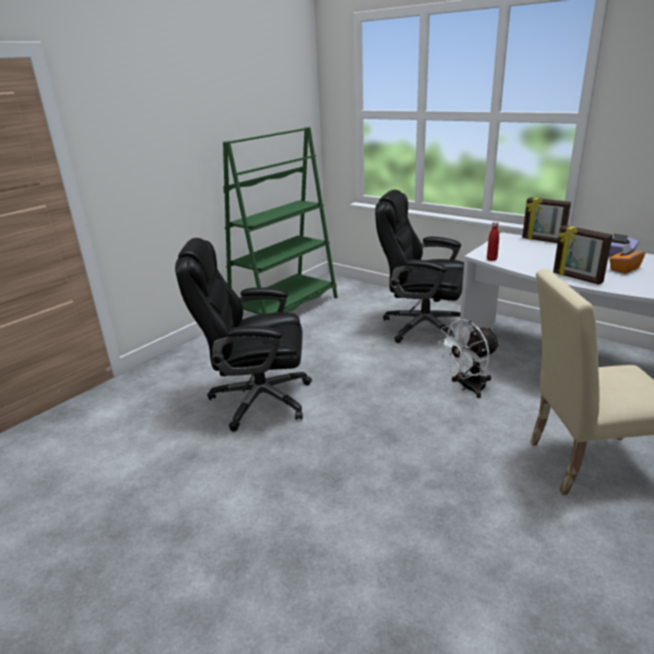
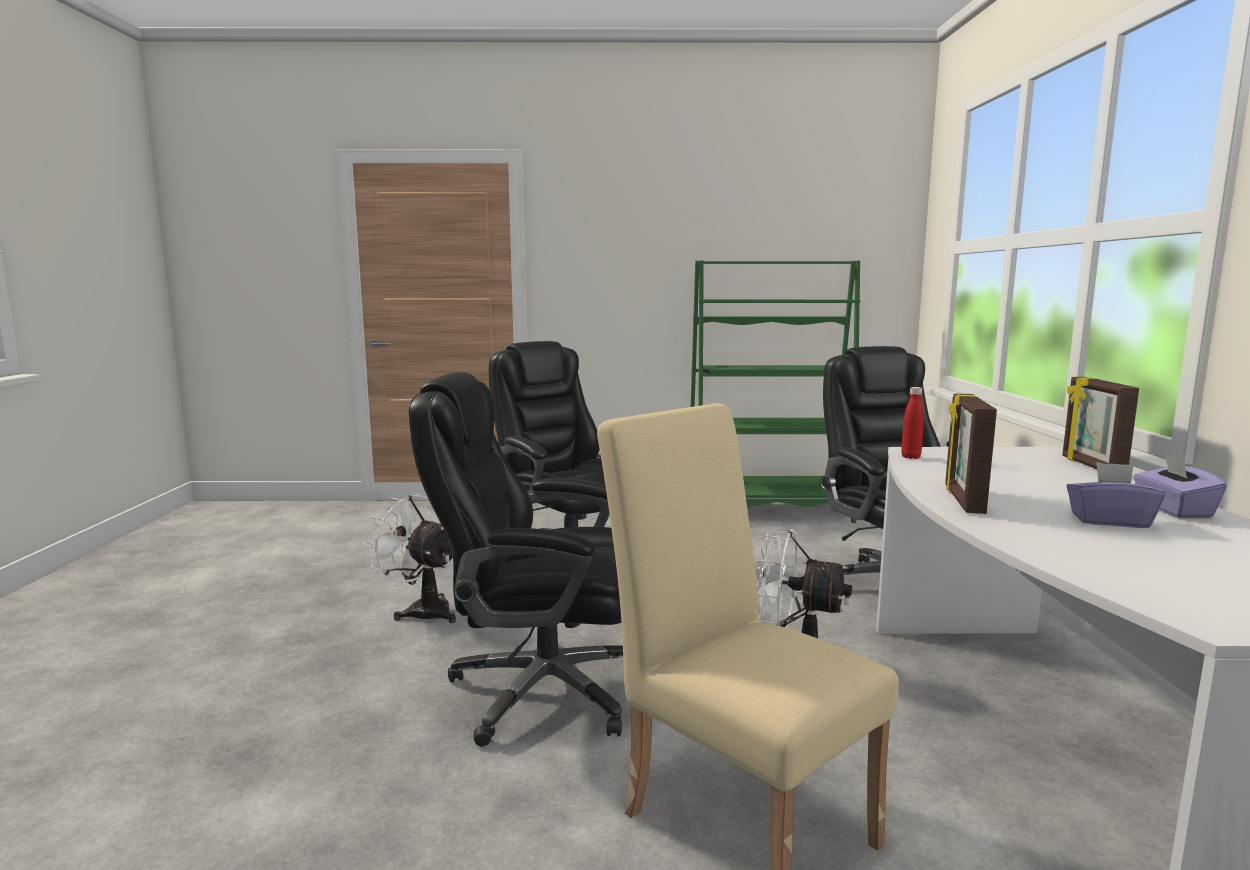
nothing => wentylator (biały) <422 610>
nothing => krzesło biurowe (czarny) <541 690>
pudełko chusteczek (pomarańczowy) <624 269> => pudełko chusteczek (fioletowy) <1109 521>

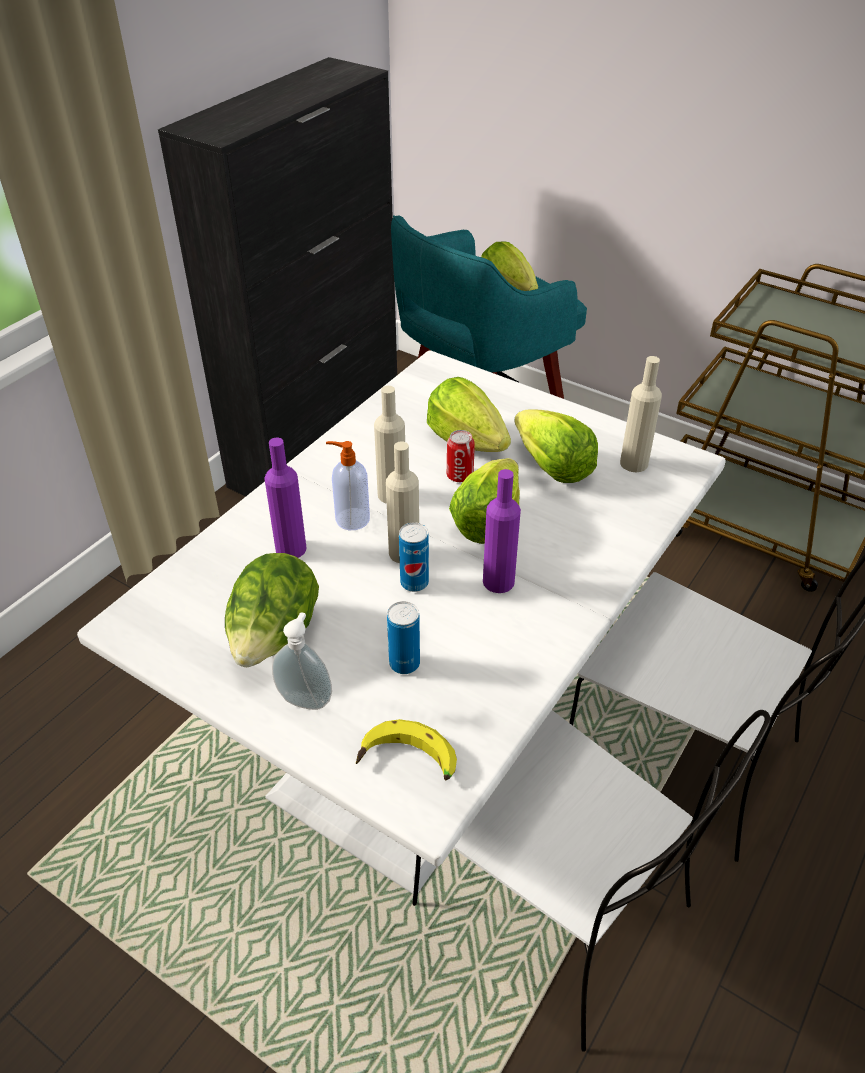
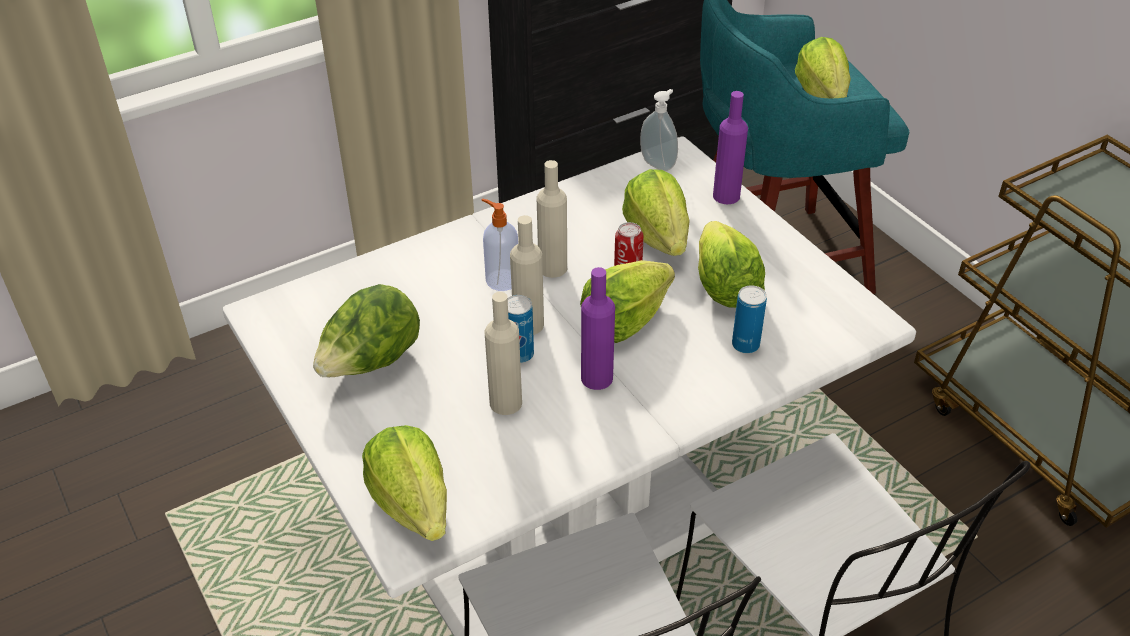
butelka (fioletowy) <291 548> => butelka (fioletowy) <726 196>, move
dozownik mydła <306 698> => dozownik mydła <659 163>, move
puszka <404 663> => puszka <745 345>, move
butelka (beżowy) <634 463> => butelka (beżowy) <505 402>, move
banan <407 763> => sałata <413 504>

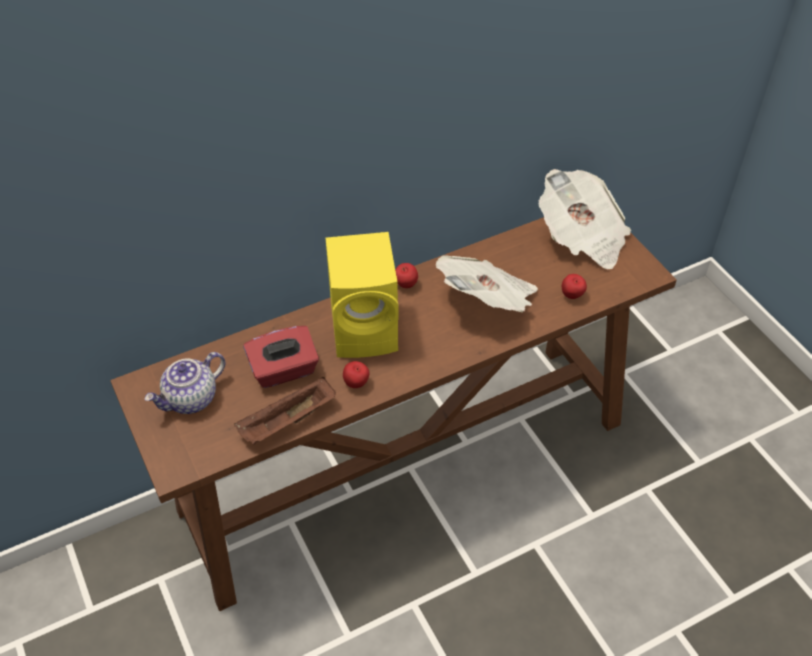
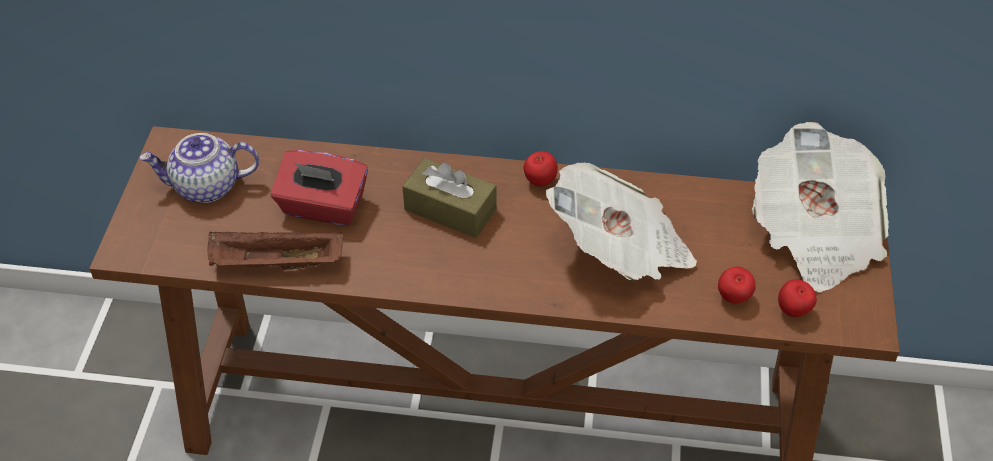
jabłko <356 384> => jabłko <793 311>, move
głośnik (żółty) <367 330> => pudełko chusteczek (brązowy) <450 209>

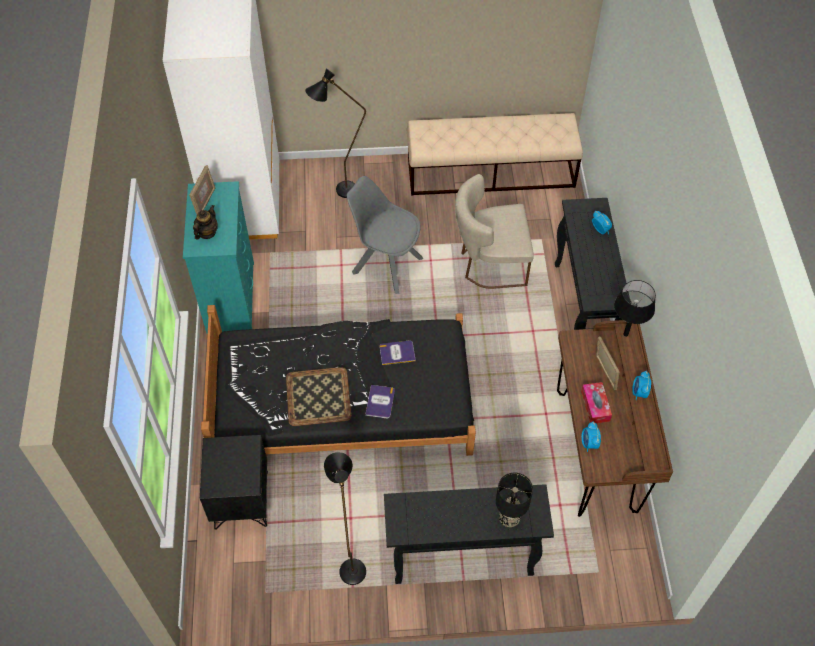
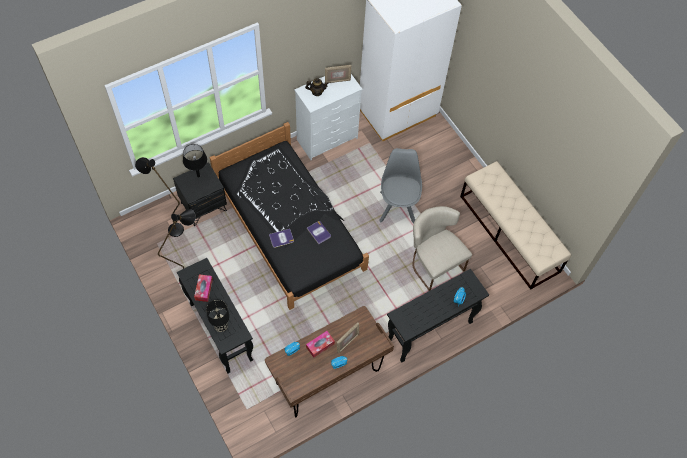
taca <317 397> => nothing
nothing => pudełko chusteczek <204 289>
lampa stojąca (czarny) <339 193> => lampa stojąca (czarny) <171 227>, move
lampa stołowa (czarny) <625 334> => lampa stołowa (czarny) <198 176>, move
komoda (turkusowy) <231 297> => komoda (biały) <328 139>

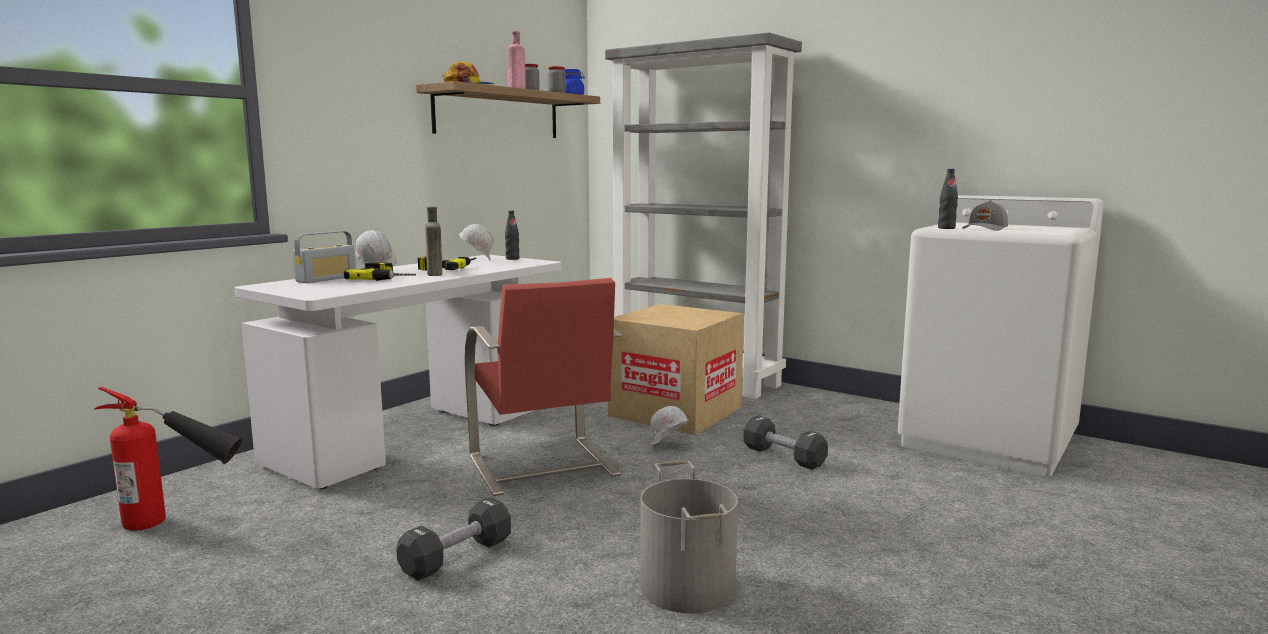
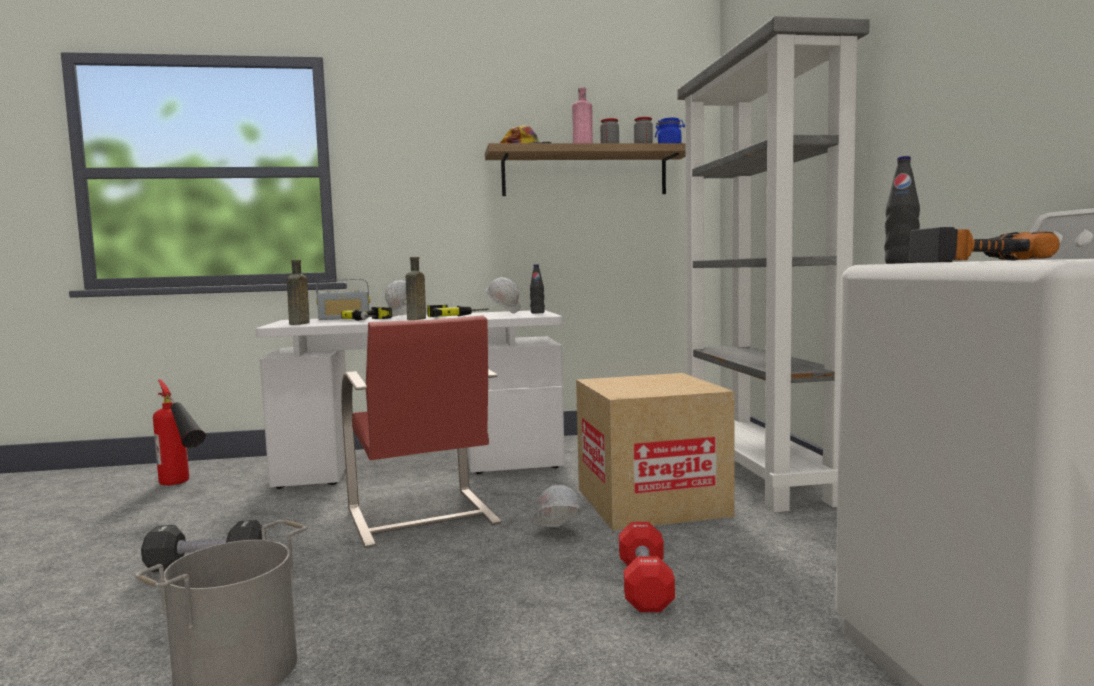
nothing => butelka (brązowy) <298 324>
czapka z daszkiem (szary) <985 229> => wiertarka <972 261>
hantel (czarny) <783 457> => hantel (czerwony) <644 585>
krzesło (czerwony) <543 467> => krzesło (czerwony) <422 517>, 45 degrees counterclockwise

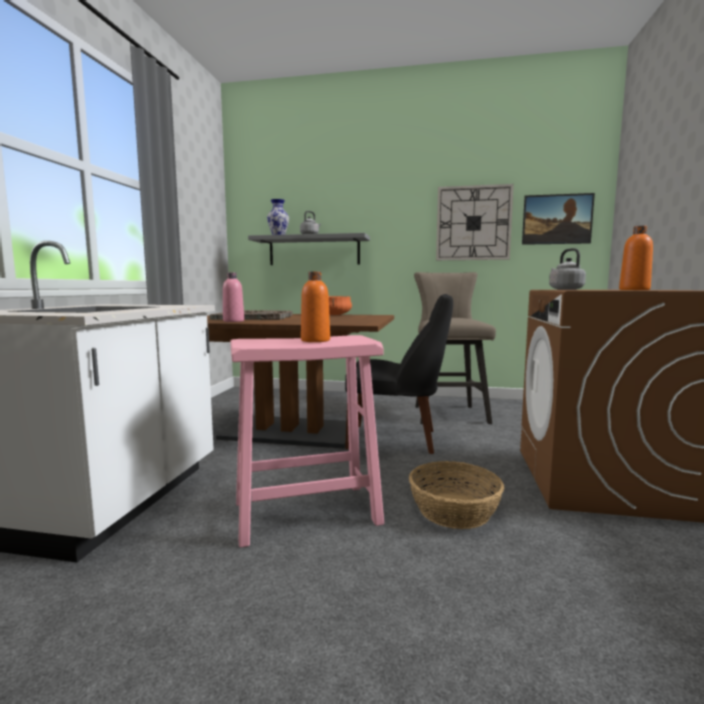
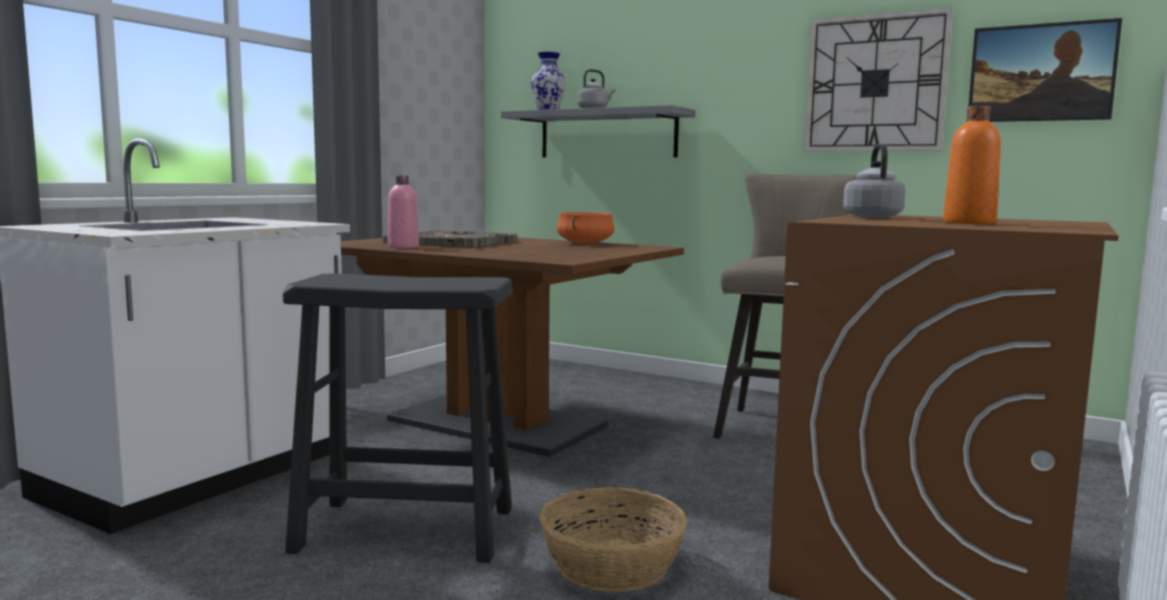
butelka (pomarańczowy) <315 340> => nothing
krzesło (czarny) <397 439> => nothing
stołek (różowy) <305 512> => stołek (czarny) <405 529>

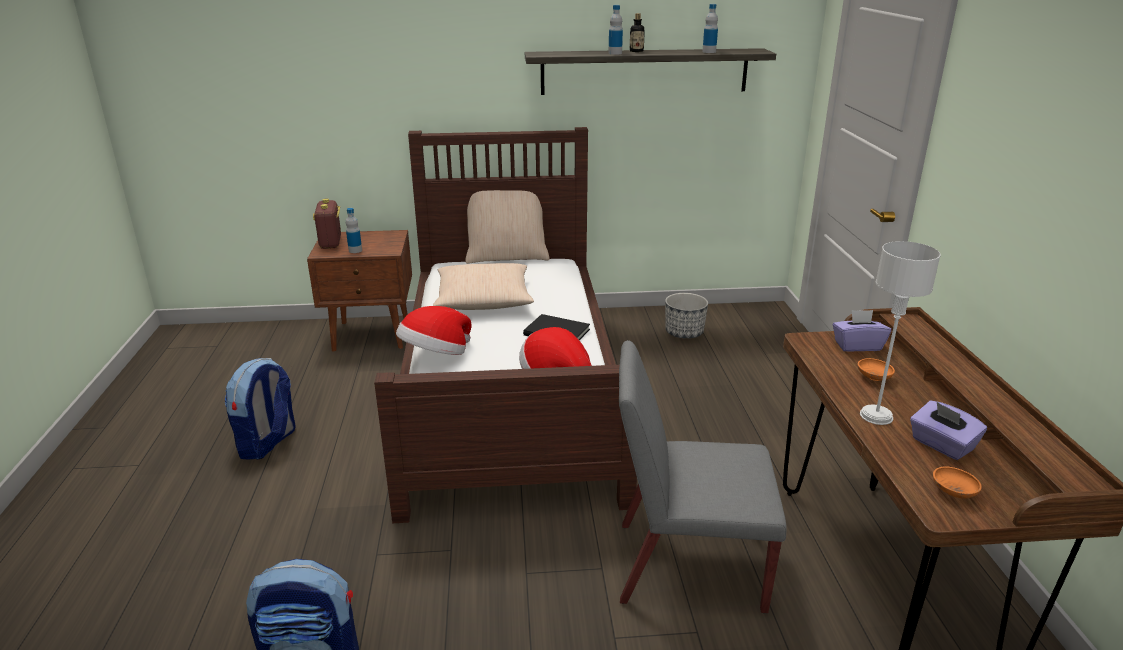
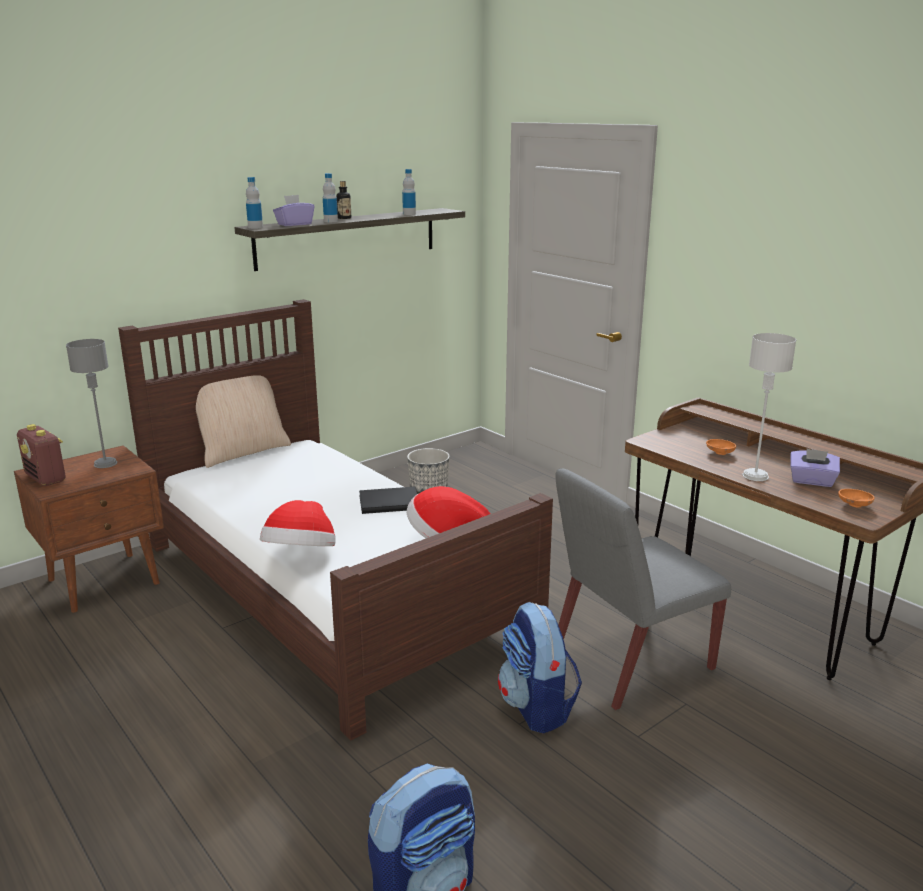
poduszka (beżowy) <483 300> => nothing
nothing => lampa stołowa (szary) <105 463>
plecak <268 443> => plecak <537 707>, move
butelka <355 250> => butelka <255 227>, move
pudełko chusteczek (fioletowy) <857 346> => pudełko chusteczek (fioletowy) <294 224>, move

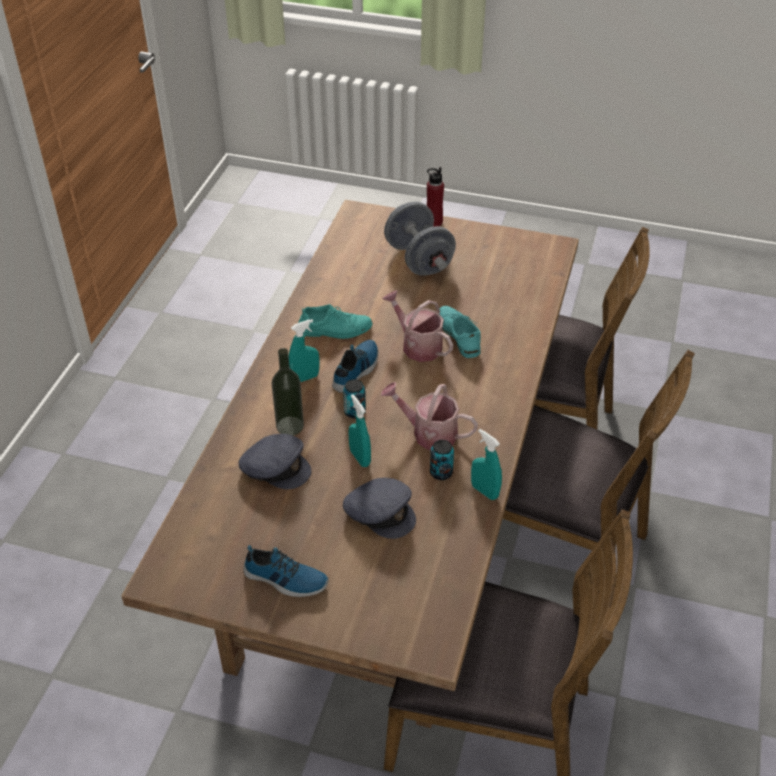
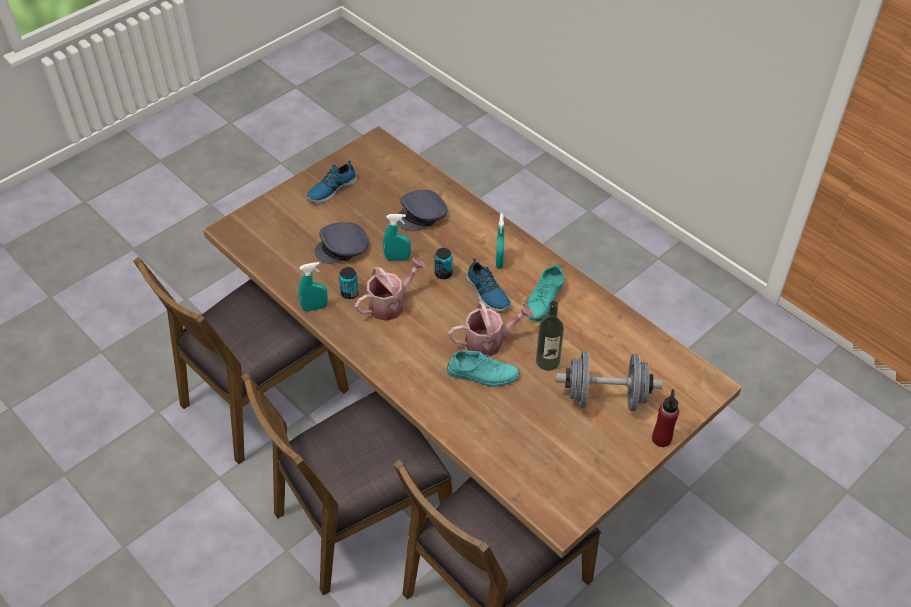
butelka <290 426> => butelka <547 361>, move

